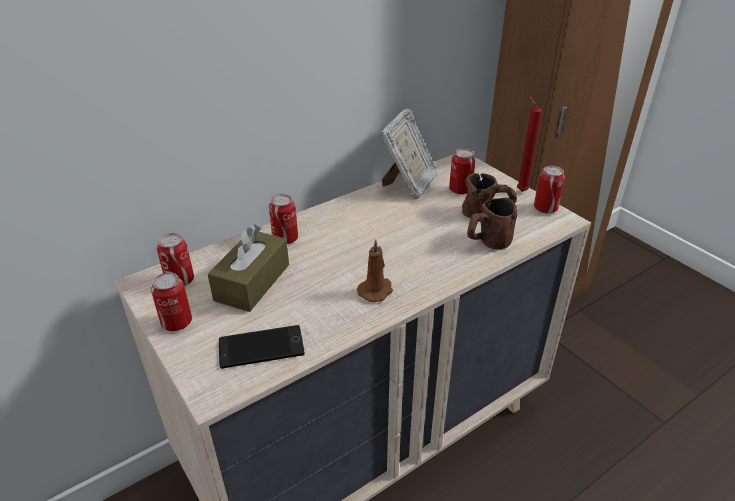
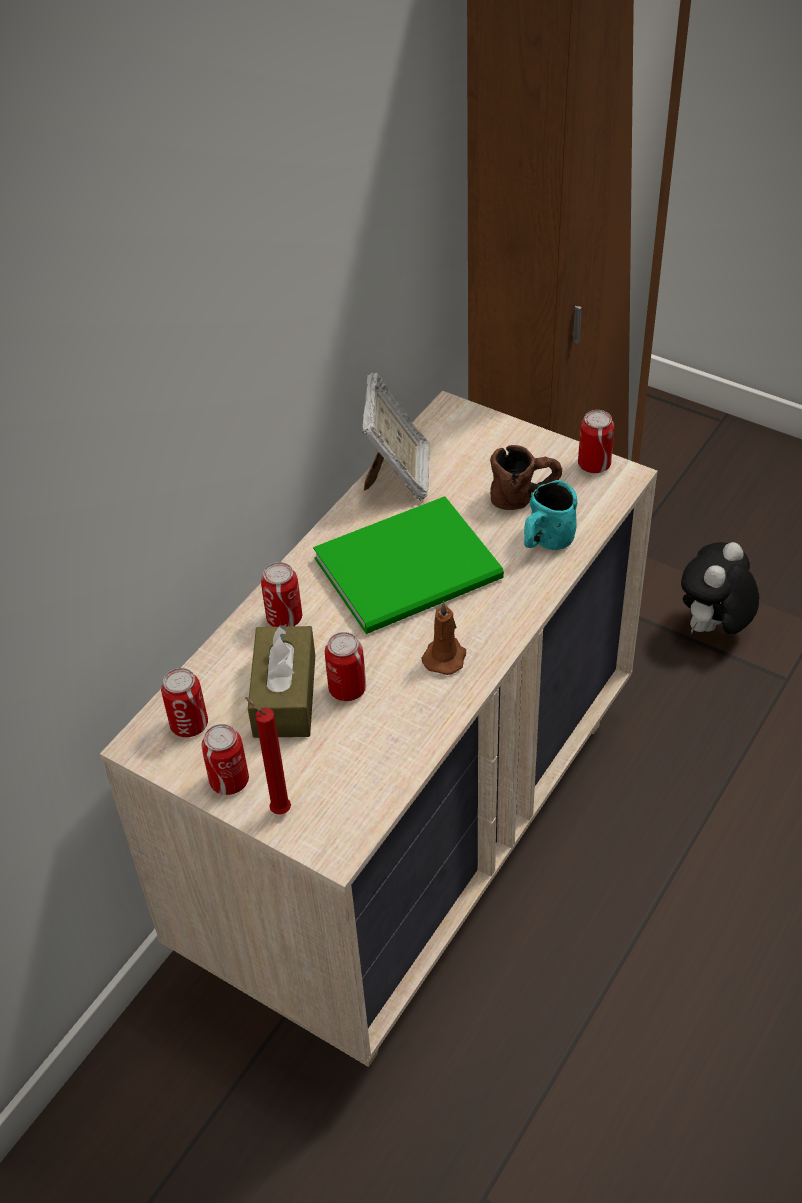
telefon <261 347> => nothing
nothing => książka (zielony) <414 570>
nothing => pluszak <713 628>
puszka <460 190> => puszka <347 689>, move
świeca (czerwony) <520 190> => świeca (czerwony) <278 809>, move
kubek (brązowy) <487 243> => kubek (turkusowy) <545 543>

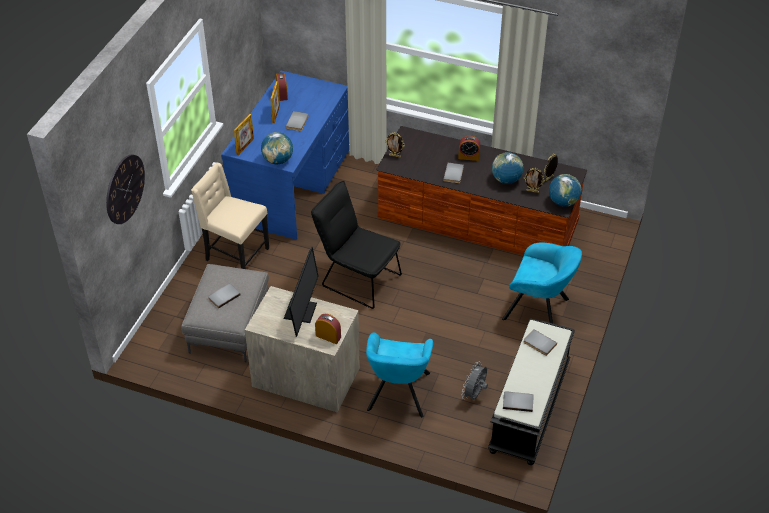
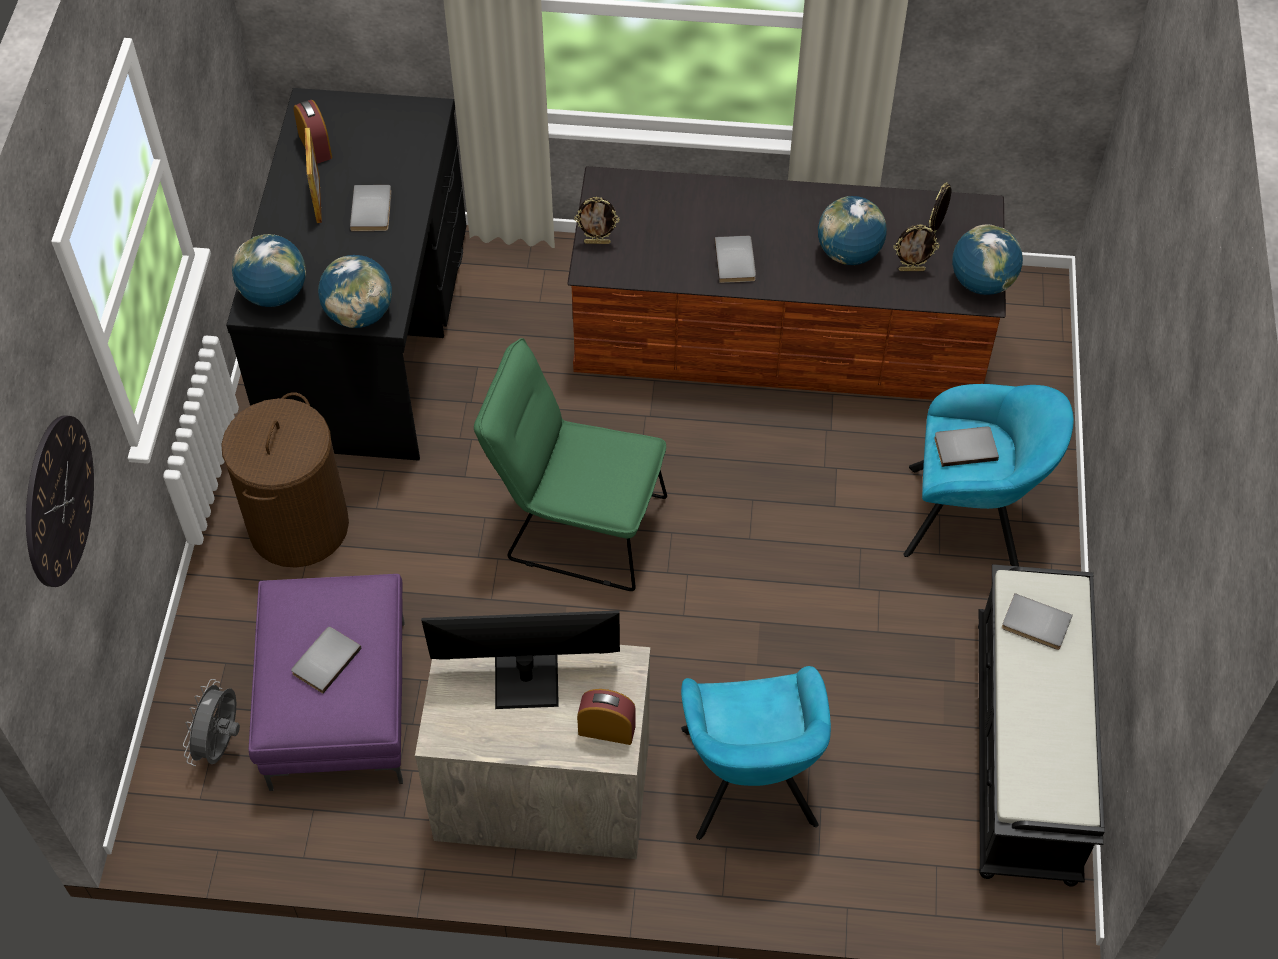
budzik <469 157> => nothing
wentylator (szary) <475 394> => wentylator (szary) <221 744>, move
książka (szary) <518 401> => książka (szary) <965 446>, move
krzesło (beżowy) <235 255> => kosz na pranie (brązowy) <298 526>
ramka na zdjęcie <245 146> => globus <274 294>
pufa (szary) <228 325> => pufa (fioletowy) <336 702>
biurko (niebieski) <292 186> => biurko (czarny) <370 335>
krzesło (czarny) <357 278> => krzesło (zielony) <576 525>
monitor <301 311> => monitor <526 678>, 90 degrees counterclockwise

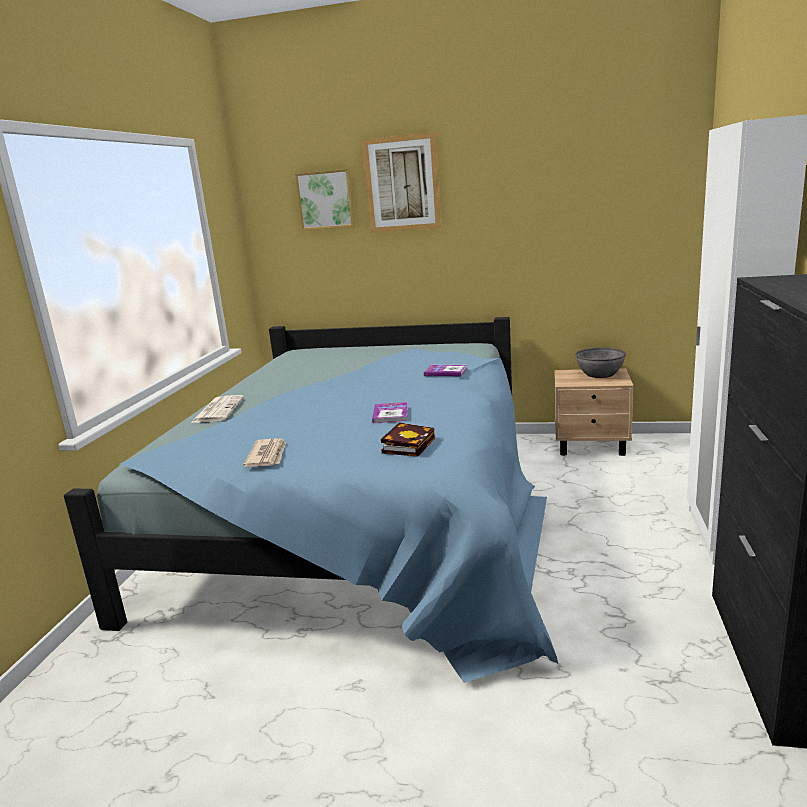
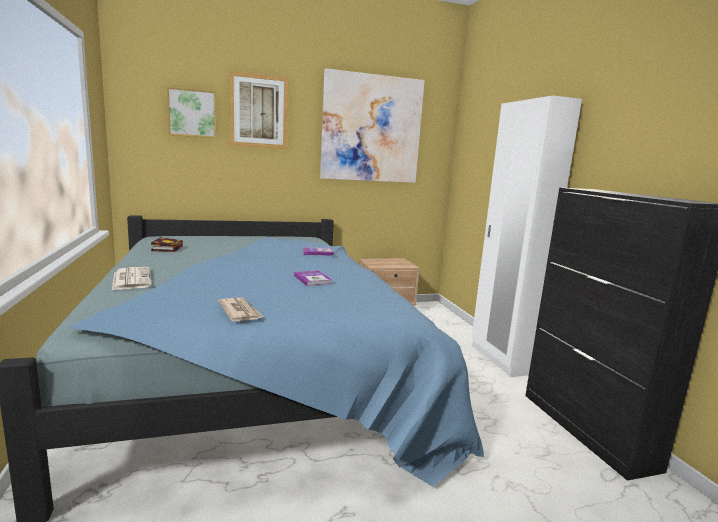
miska (szary) <599 374> => nothing
nothing => obraz <371 129>
książka <408 444> => książka <167 248>, move

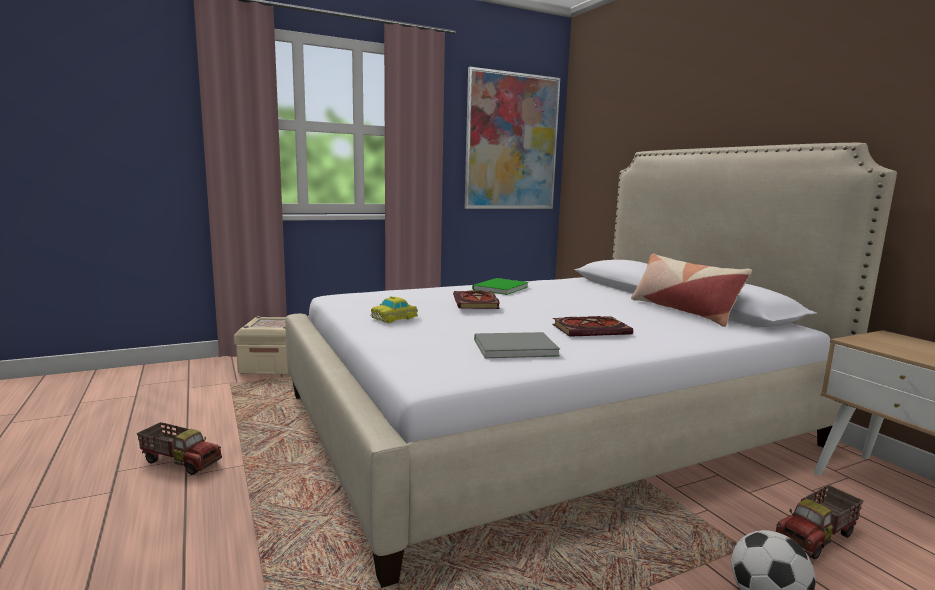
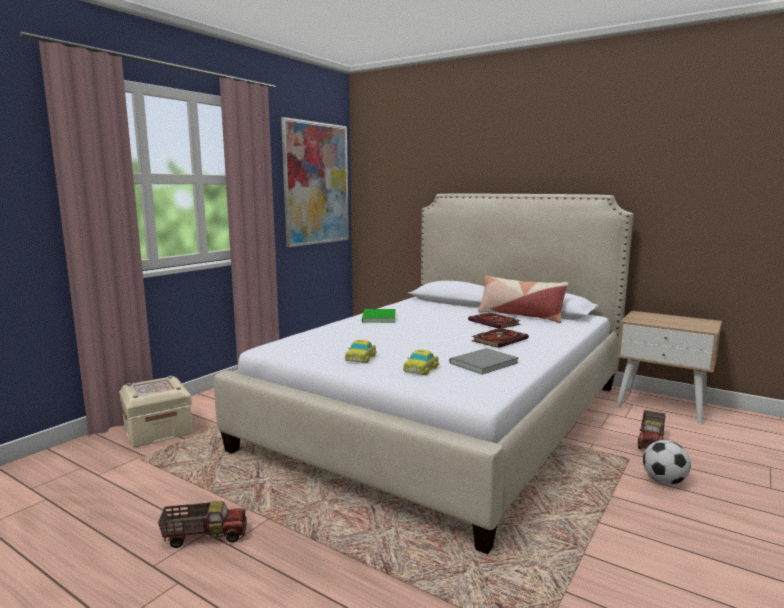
nothing => samochodzik <421 369>
książka <477 303> => książka <495 323>, move

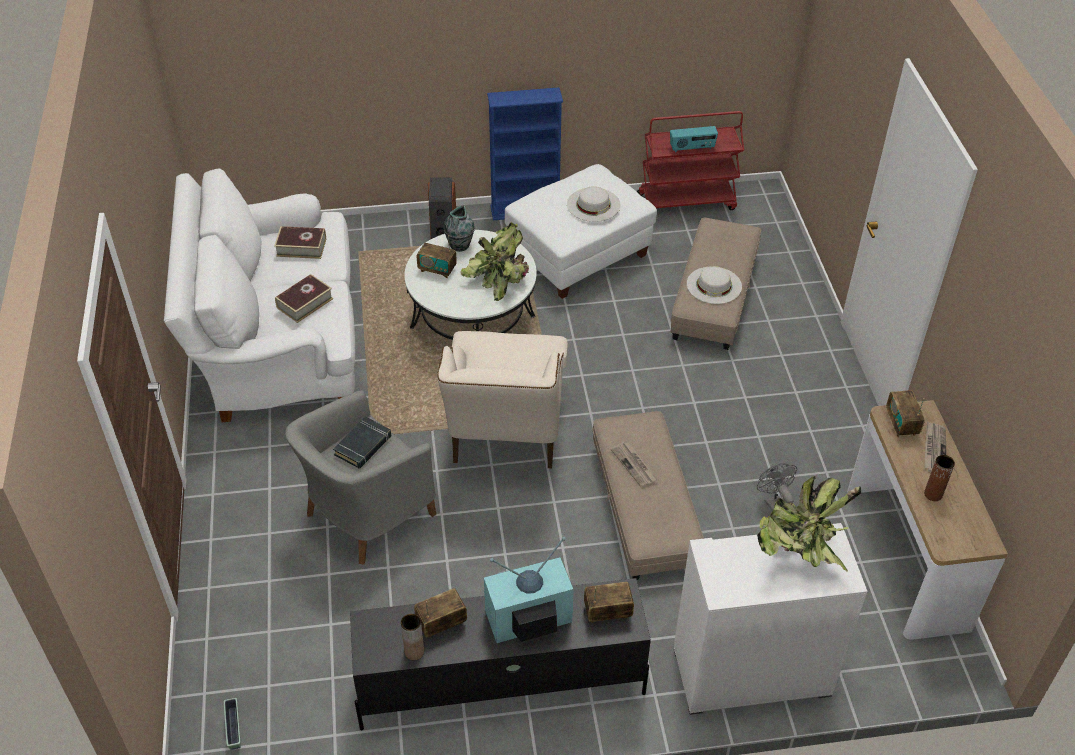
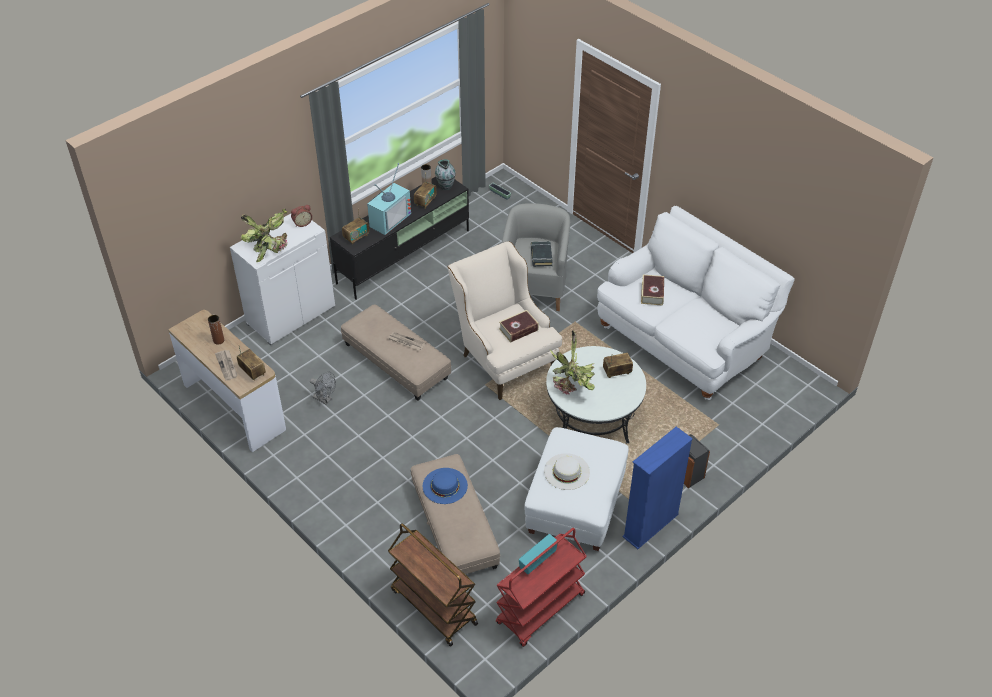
nothing => budzik <302 223>
nothing => wózek (brązowy) <433 607>
książka <301 247> => książka <518 329>, move
wazon <459 246> => wazon <445 185>, move
kapelusz (biały) <714 285> => kapelusz (niebieski) <445 485>

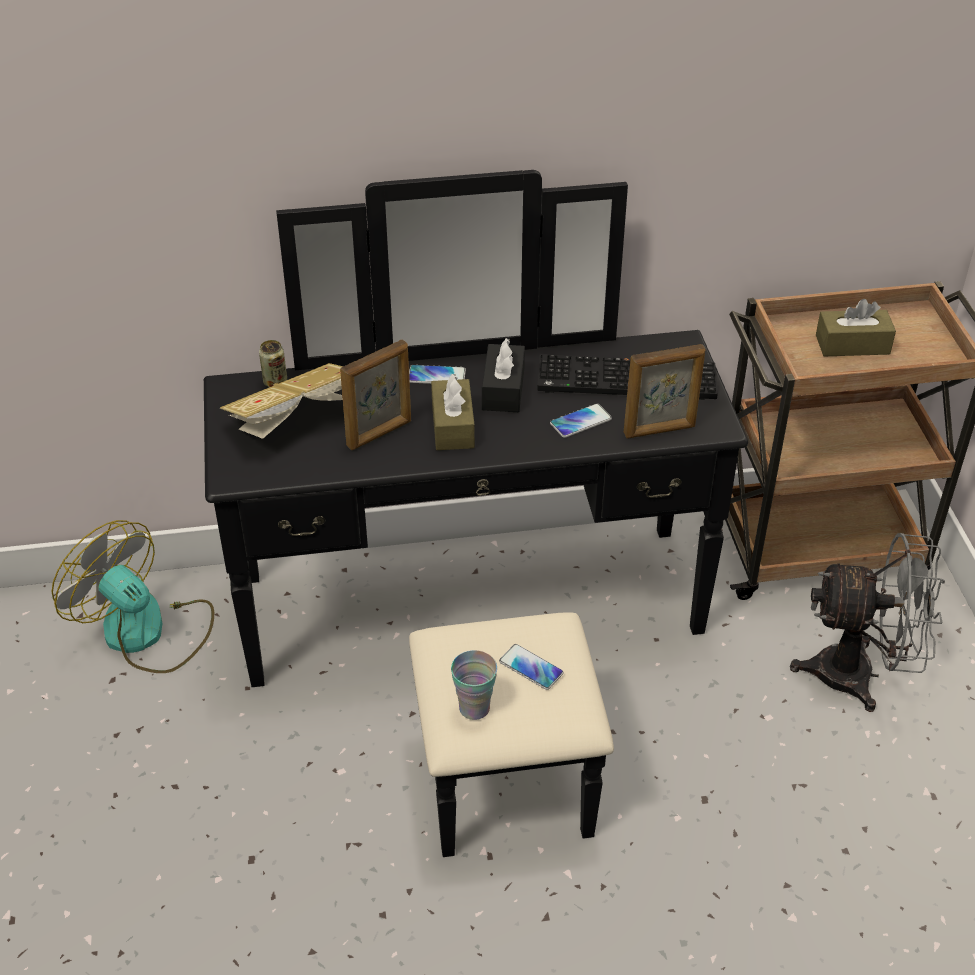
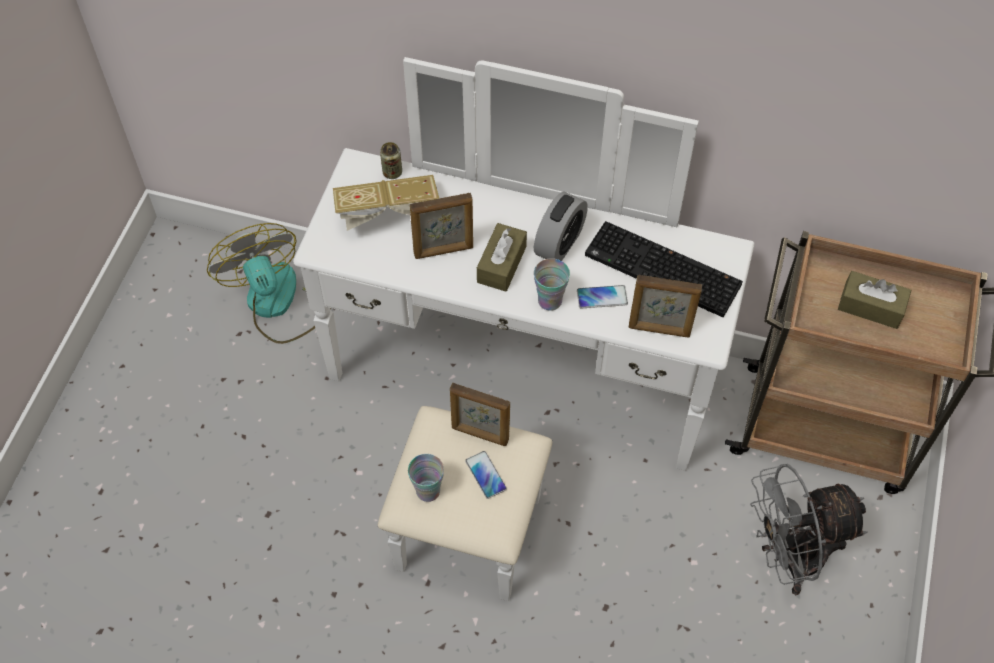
telefon <437 376> => nothing
nothing => ramka na zdjęcie <480 434>
nothing => filiżanka <550 301>
pudełko chusteczek (czarny) <503 389> => budzik <559 243>
komoda (czarny) <480 641> => komoda (biały) <511 408>
wentylator (szary) <860 675> => wentylator (szary) <788 557>, 135 degrees clockwise

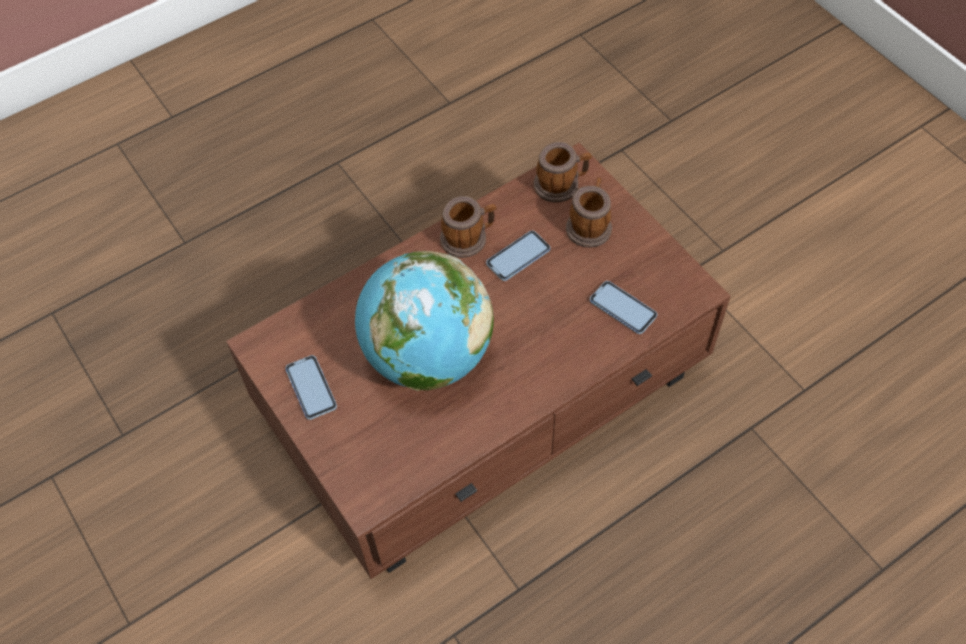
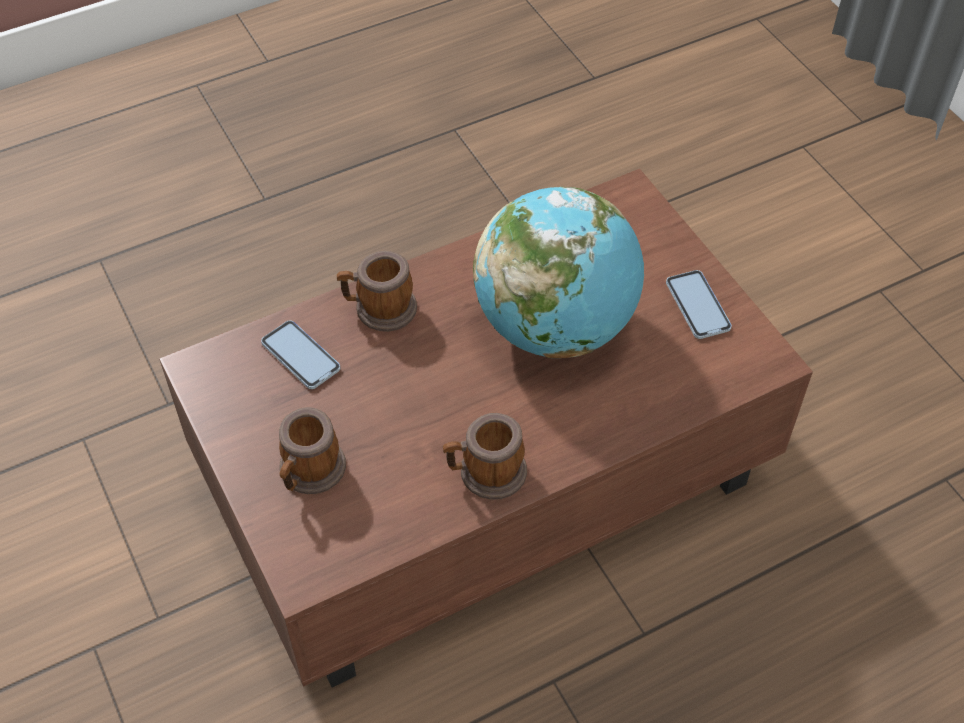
telefon <518 257> => nothing
kubek <561 184> => kubek <379 309>, move

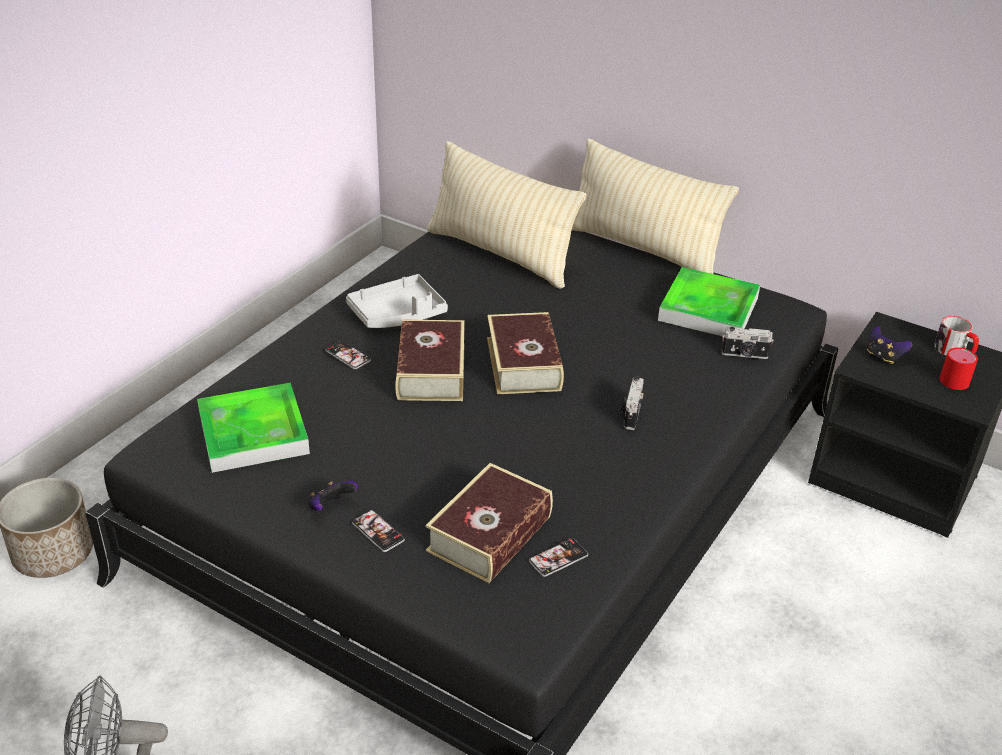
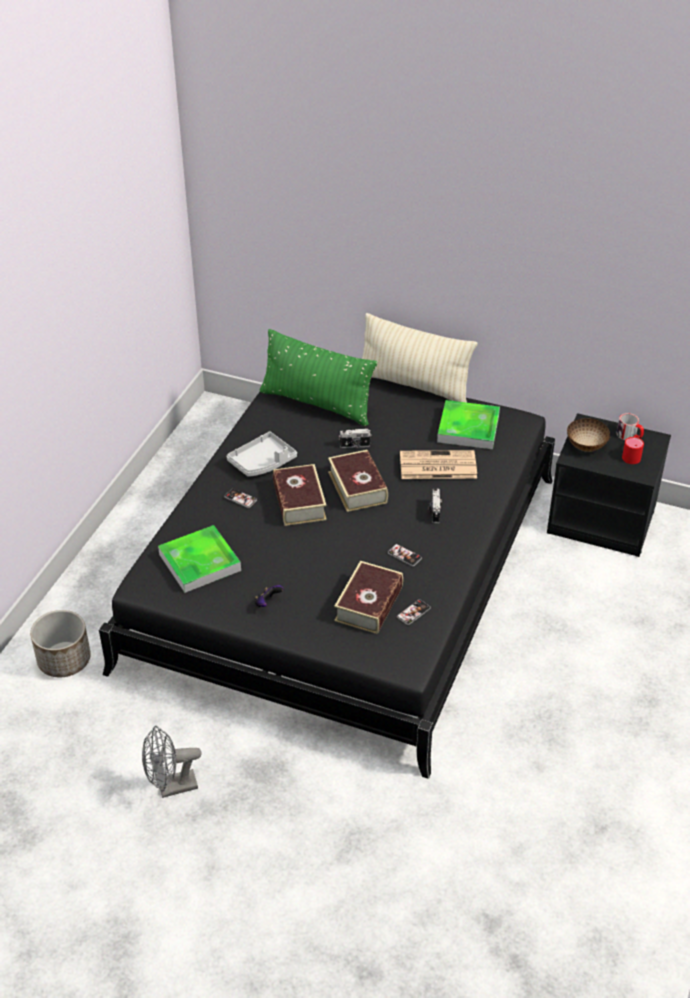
nothing => gazeta <436 466>
telefon <378 532> => telefon <404 555>, move
aparat fotograficzny <745 355> => aparat fotograficzny <355 446>, move
pad do gier <883 356> => miska <585 446>
poduszka (beżowy) <500 254> => poduszka (zielony) <317 404>

